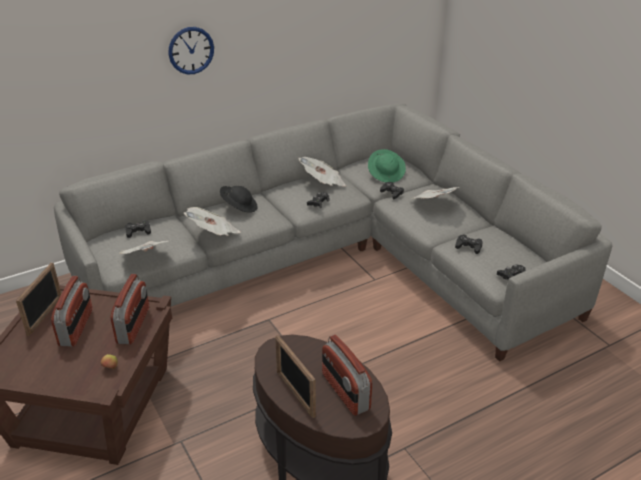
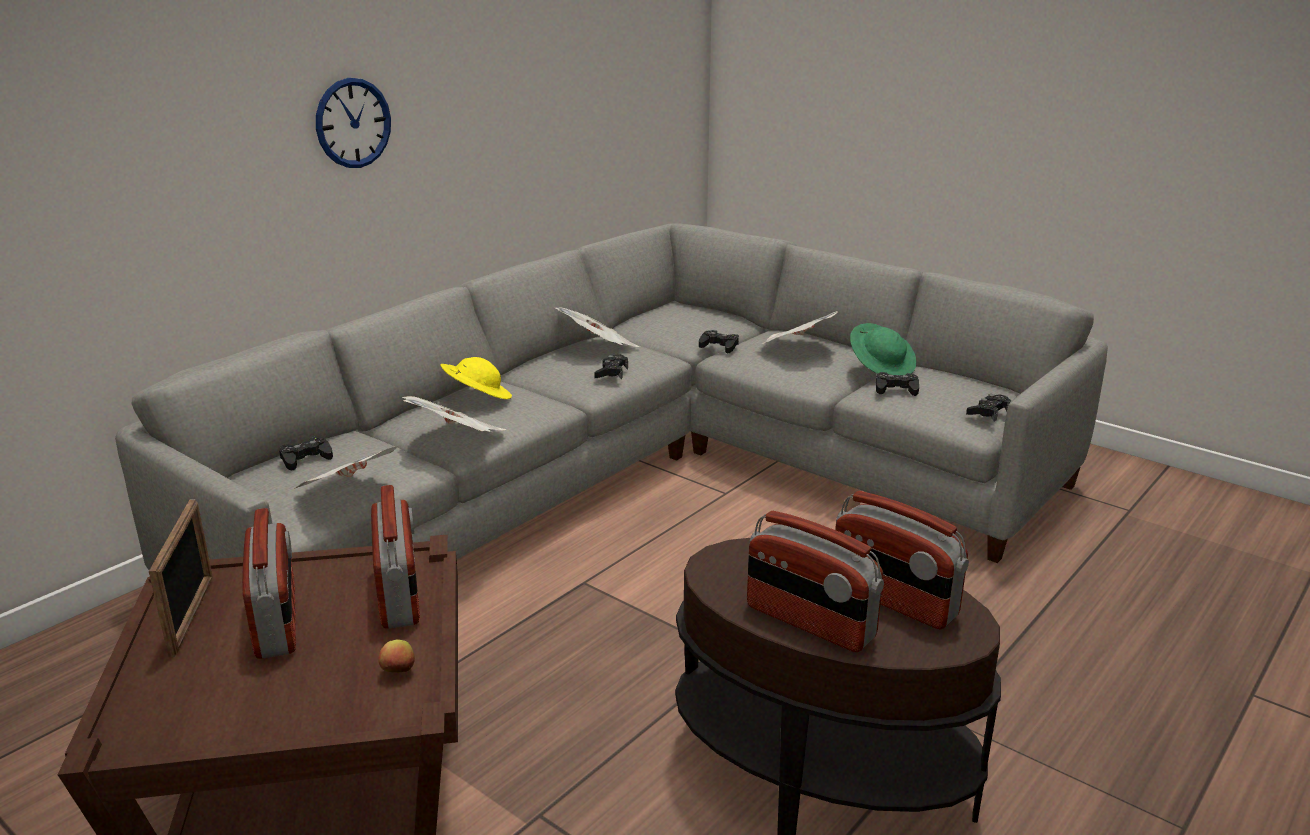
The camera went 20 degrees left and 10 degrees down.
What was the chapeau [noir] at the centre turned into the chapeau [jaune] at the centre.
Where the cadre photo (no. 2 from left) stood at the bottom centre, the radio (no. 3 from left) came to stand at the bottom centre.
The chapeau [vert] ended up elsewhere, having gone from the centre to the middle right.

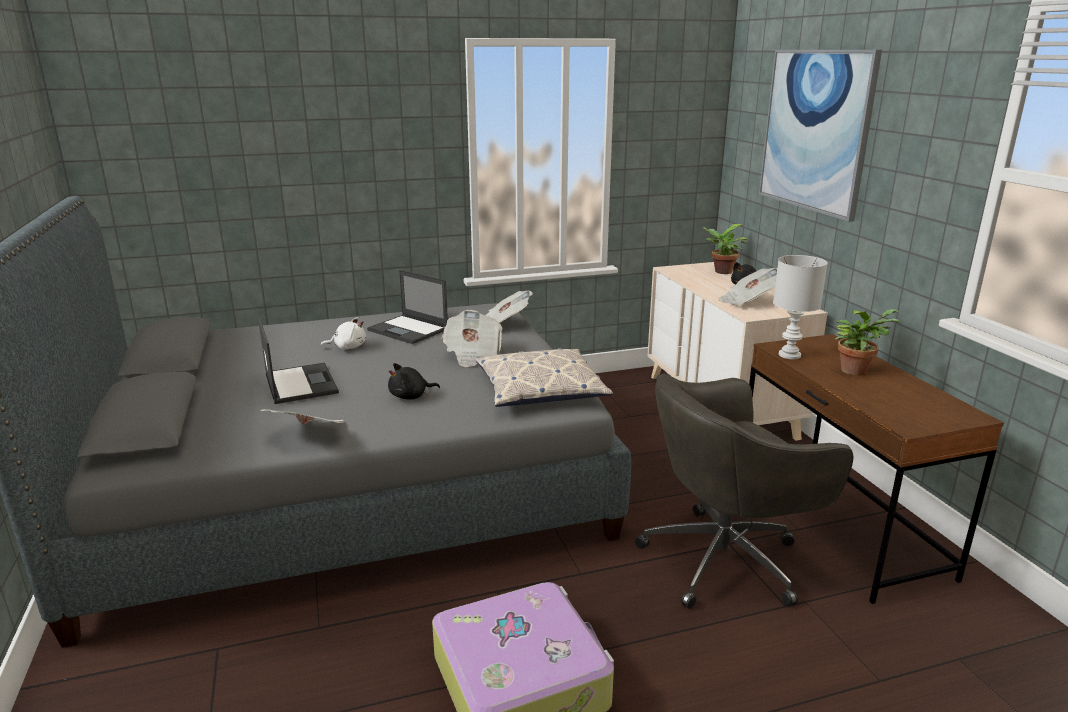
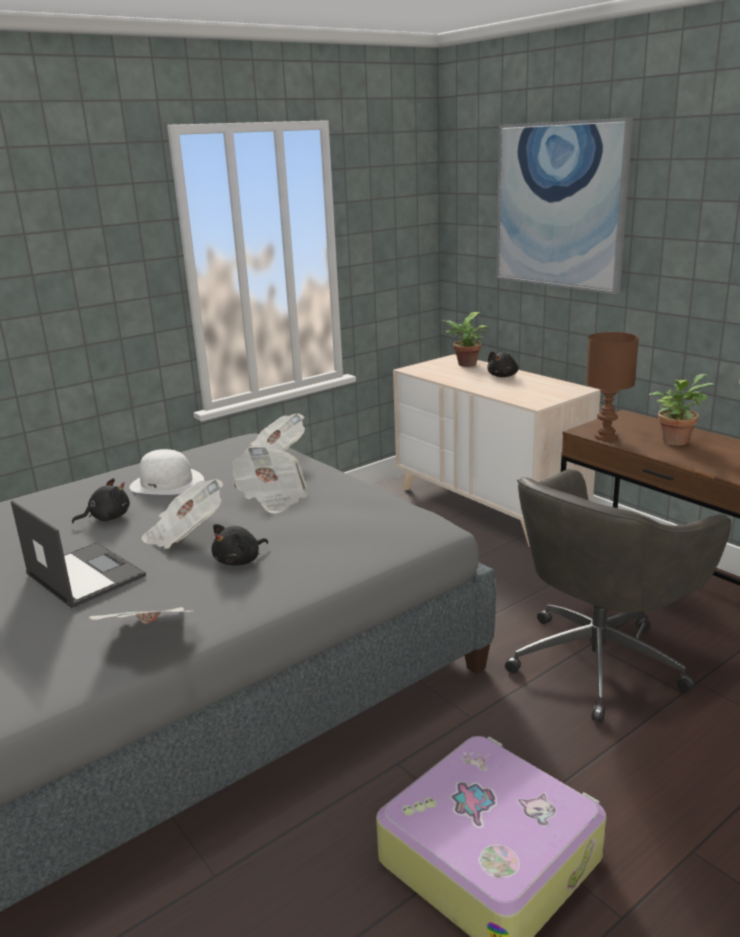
The camera went 20 degrees left and 0 degrees up.
What was the peluche [blanc] at the middle left turned into the peluche [noir] (no. 1 from left) at the middle left.
Where the ordinateur portable (no. 2 from left) stood at the centre, the chapeau [blanc] came to stand at the middle left.
The journal (no. 4 from left in the first image) ended up elsewhere, having gone from the middle right to the middle left.
What was the lampe de table [blanc] at the middle right turned into the lampe de table [marron] at the middle right.
The second view lost the coussin at the centre.

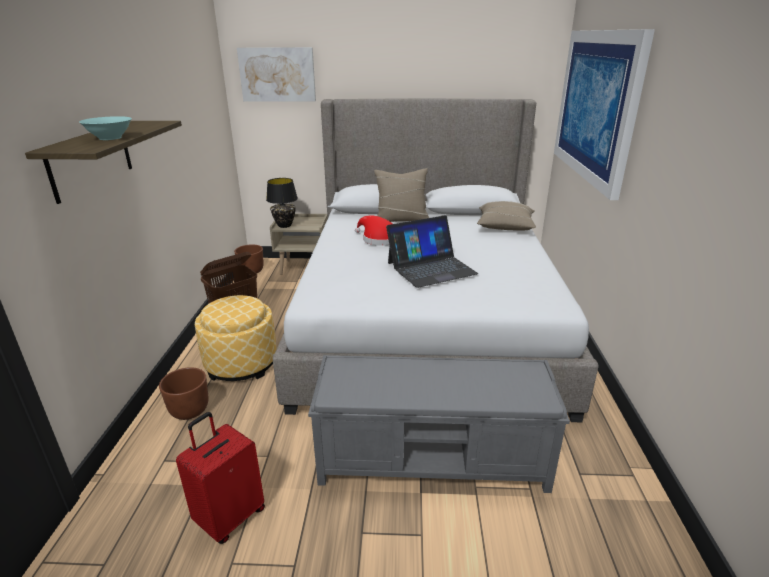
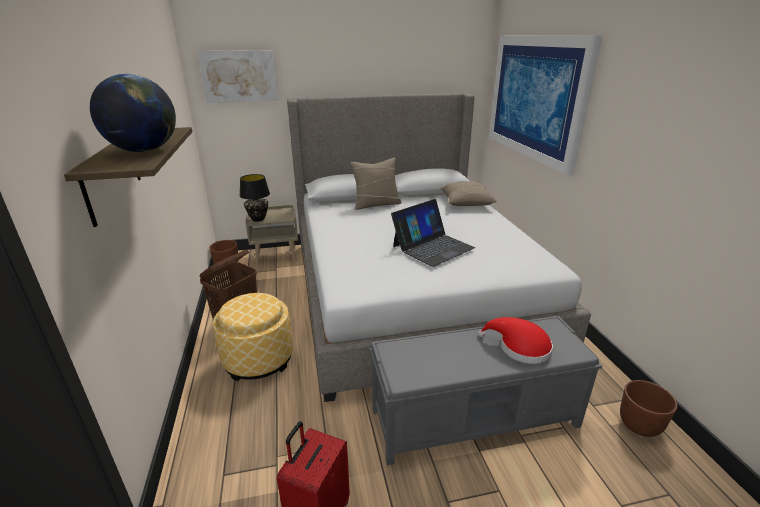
The camera went 15 degrees left and 0 degrees up.
Where the bol [turquoise] stood at the top left, the globe came to stand at the top left.
The chapeau [rouge] ended up elsewhere, having gone from the centre to the bottom right.
The cache-pot [marron] (no. 1 from left in the first image) ended up elsewhere, having gone from the bottom left to the bottom right.

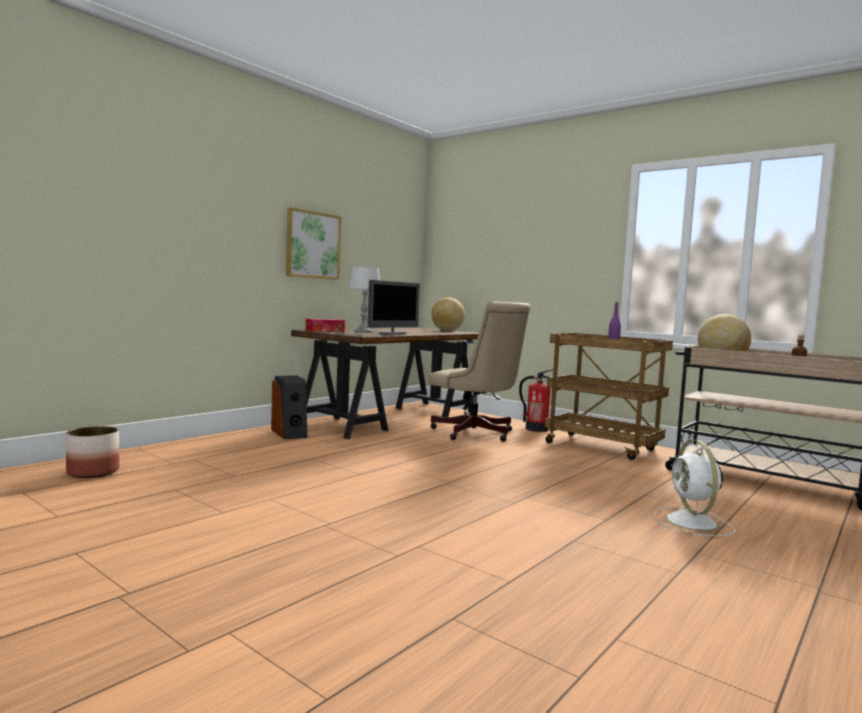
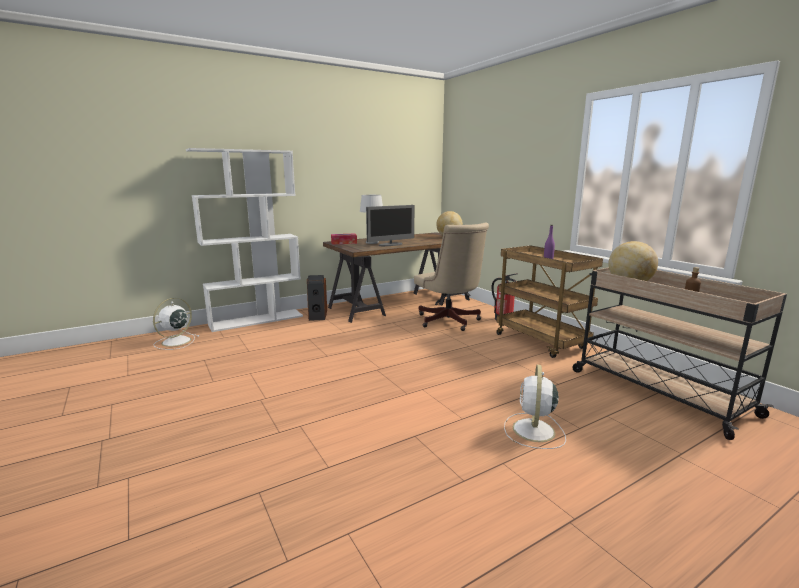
The camera went 20 degrees right and 10 degrees up.
Where the cache-pot stood at the middle left, the ventilateur [blanc] (no. 1 from left) came to stand at the middle left.
The second view gained the bibliothèque [blanc] at the middle left.
The second view lost the tableau at the centre.

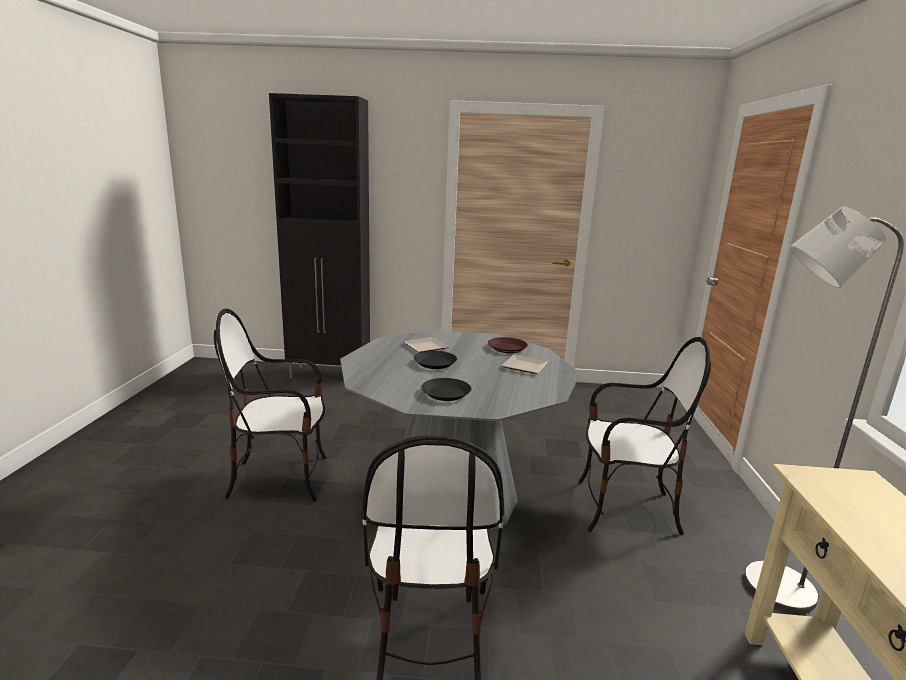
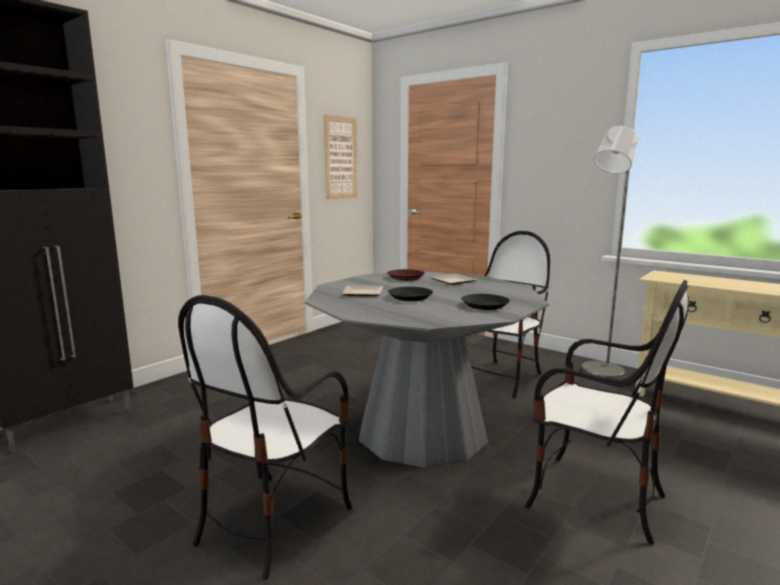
The camera went 55 degrees left and 5 degrees down.
The second view gained the tableau at the top centre.

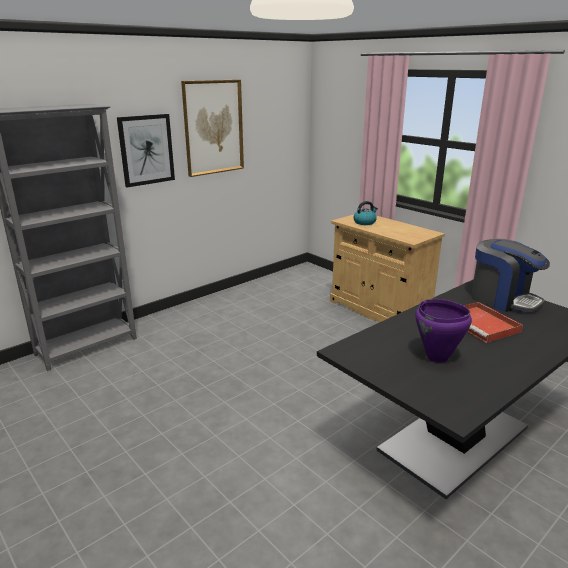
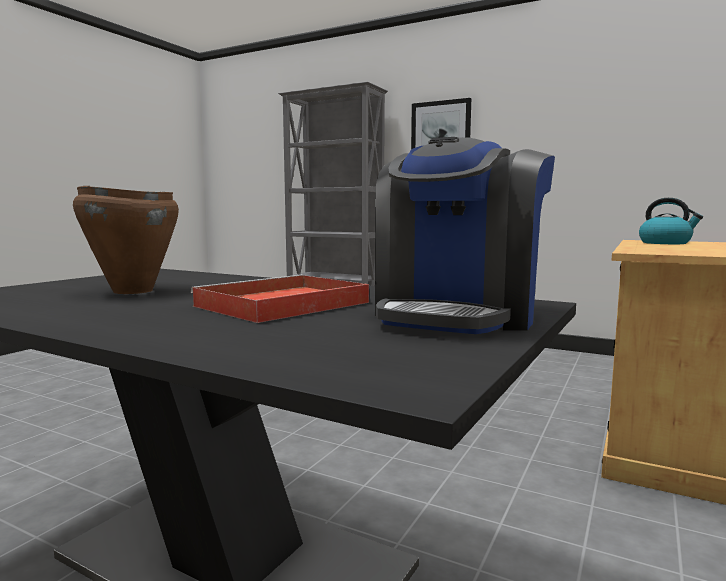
The camera went 70 degrees right and 15 degrees down.
What was the marmite [violet] at the middle right turned into the marmite [marron] at the middle left.
The second view lost the tableau (no. 2 from left) at the top centre.

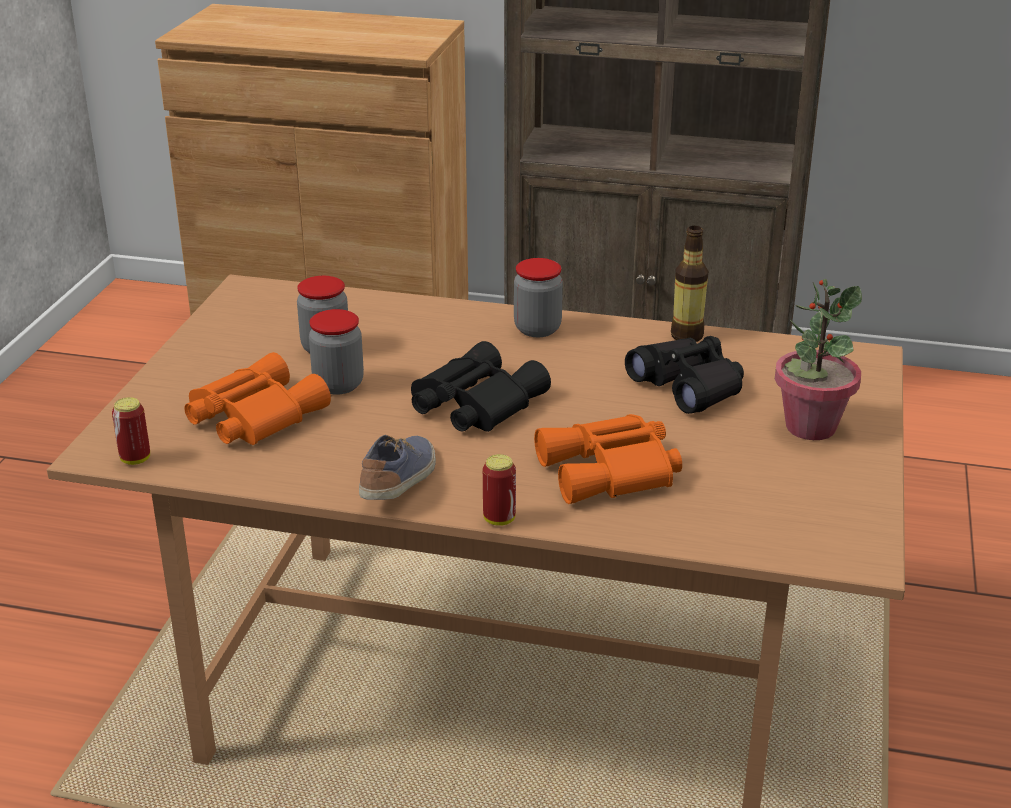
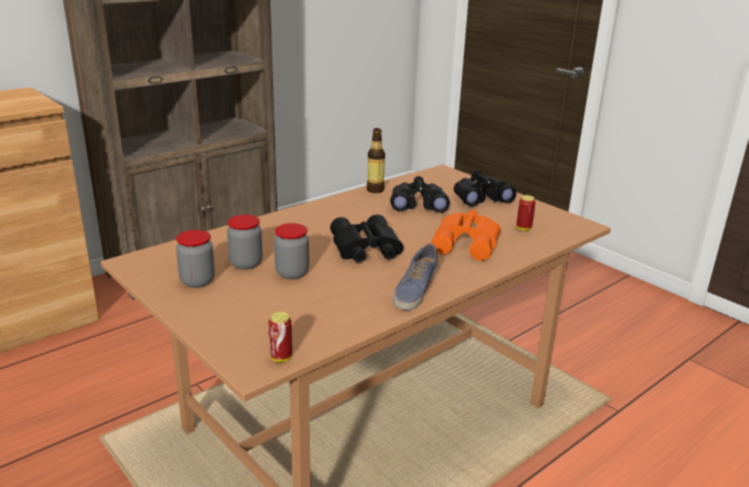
The camera went 55 degrees left and 5 degrees down.
The bocal (no. 3 from left in the first image) ended up elsewhere, having gone from the centre to the middle left.
The chaussure at the centre ended up facing another way, 120 degrees counterclockwise from before.
Where the plante en pot stood at the middle right, the jumelles [noir] (no. 3 from left) came to stand at the centre.
The boîte métallique (no. 2 from left) ended up elsewhere, having gone from the centre to the middle right.
The second view lost the jumelles [orange] (no. 1 from left) at the middle left.

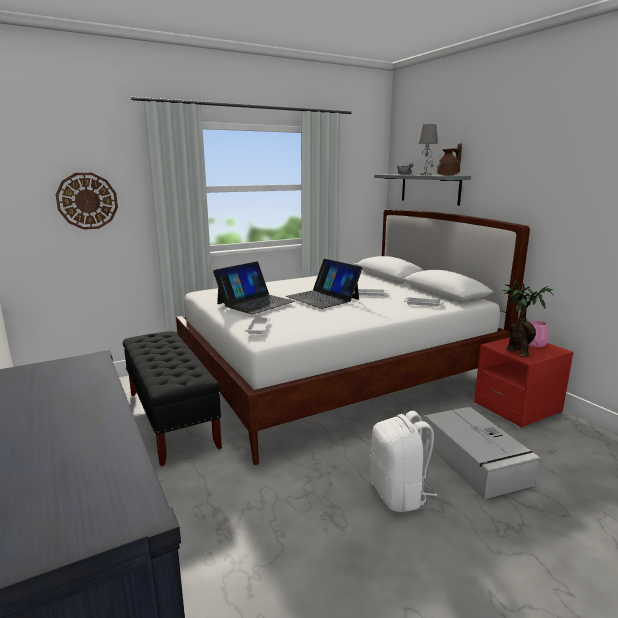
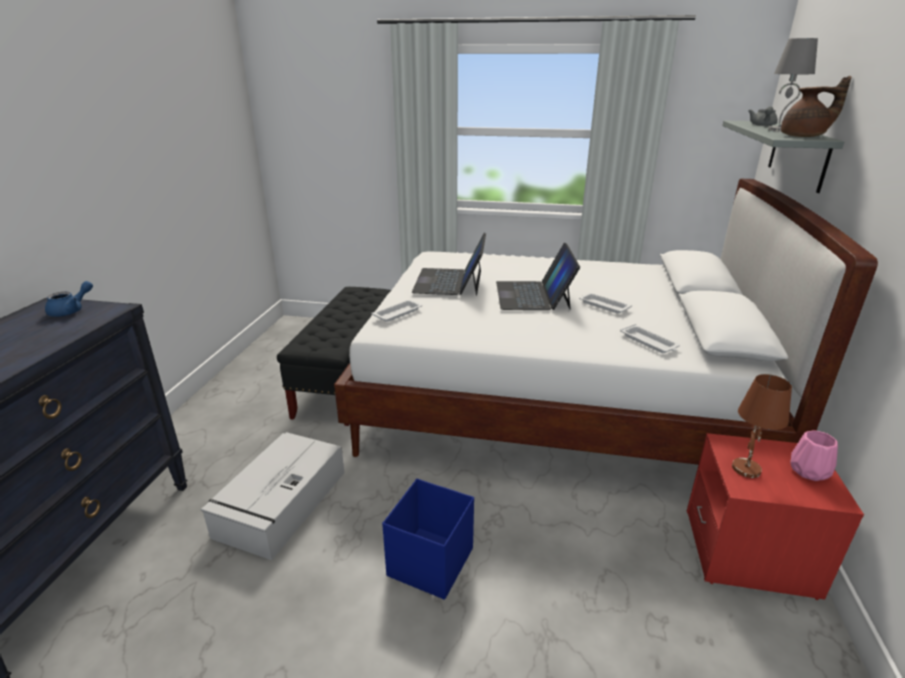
The camera went 40 degrees right and 10 degrees up.
The second view gained the théière [bleu] at the middle left.
The boîte de rangement [gris] ended up elsewhere, having gone from the bottom right to the bottom left.
Where the sac à dos [blanc] stood at the bottom centre, the boîte de rangement [bleu] came to stand at the bottom centre.
The ordinateur portable (no. 1 from left) at the centre ended up facing another way, 105 degrees clockwise from before.
Where the plante en pot stood at the middle right, the lampe de table [marron] came to stand at the middle right.
The second view lost the horloge murale at the top left.

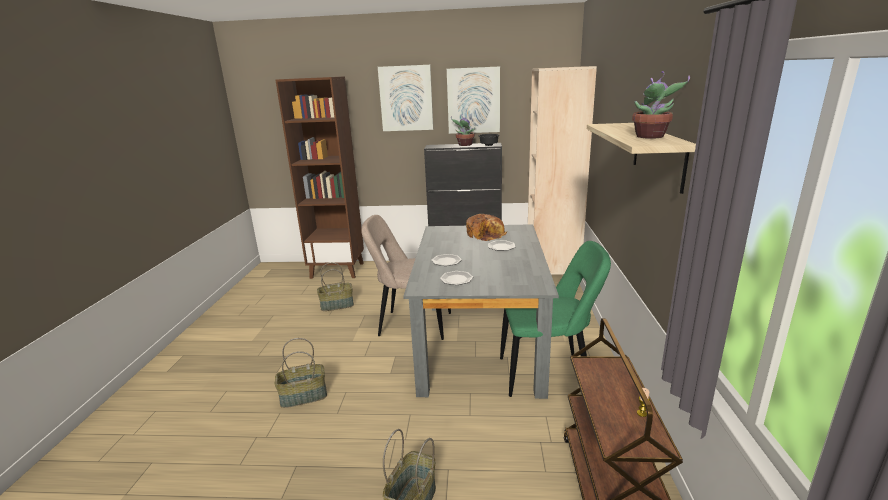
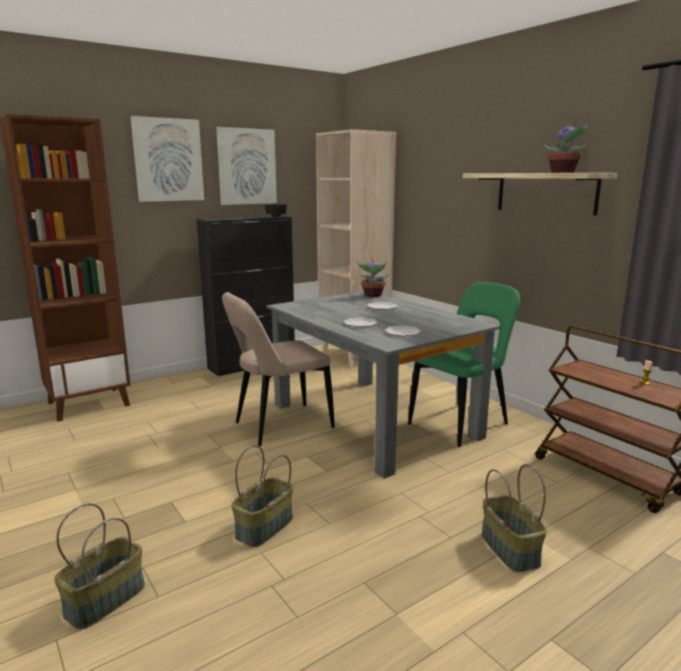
The camera went 40 degrees left and 5 degrees down.
The panier (no. 2 from left in the first image) ended up elsewhere, having gone from the centre to the bottom left.
The plante en pot (no. 1 from left) ended up elsewhere, having gone from the top centre to the centre.
The second view lost the pain at the centre.

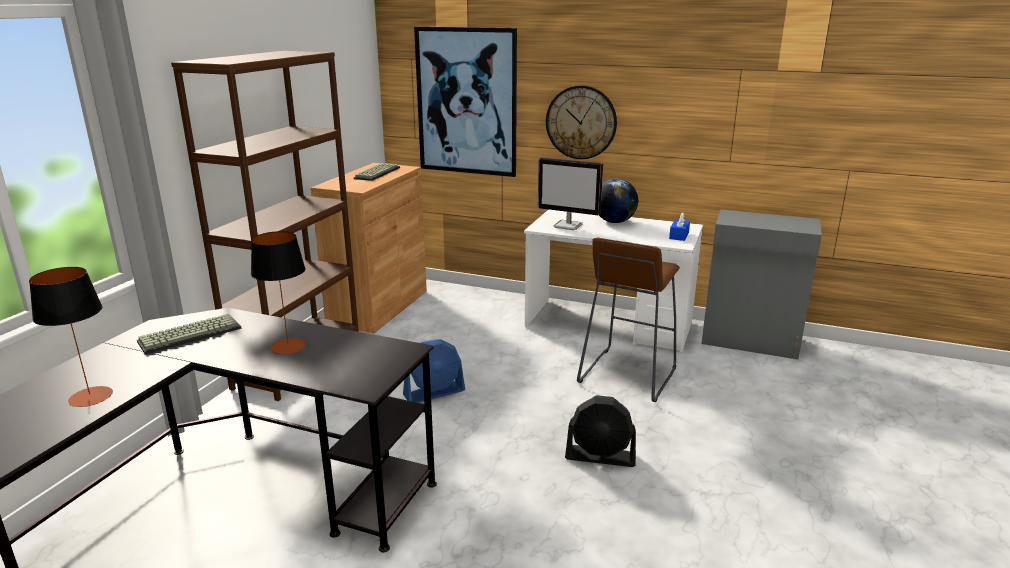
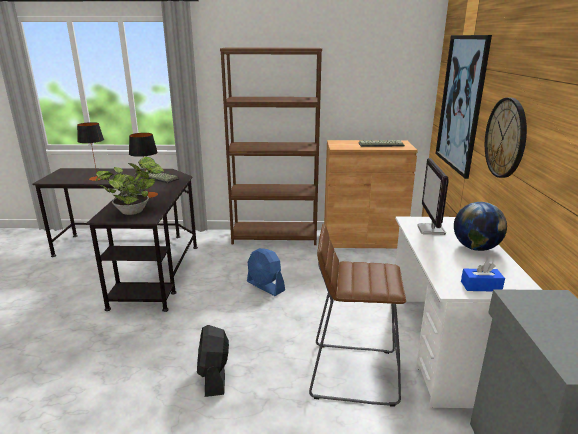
The camera went 70 degrees right and 0 degrees up.
The second view gained the plante en pot at the middle left.

